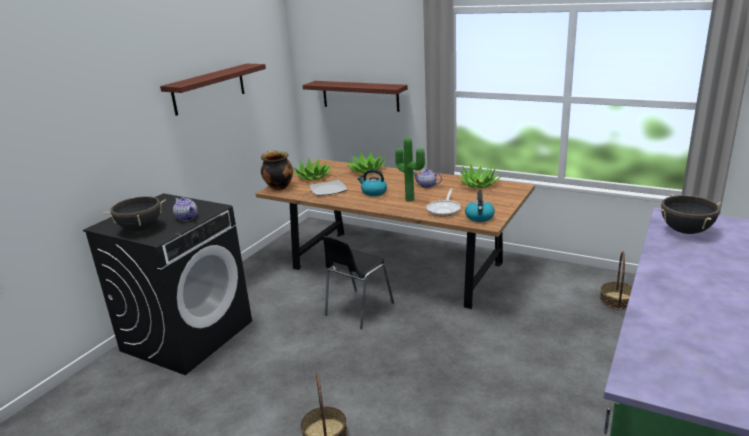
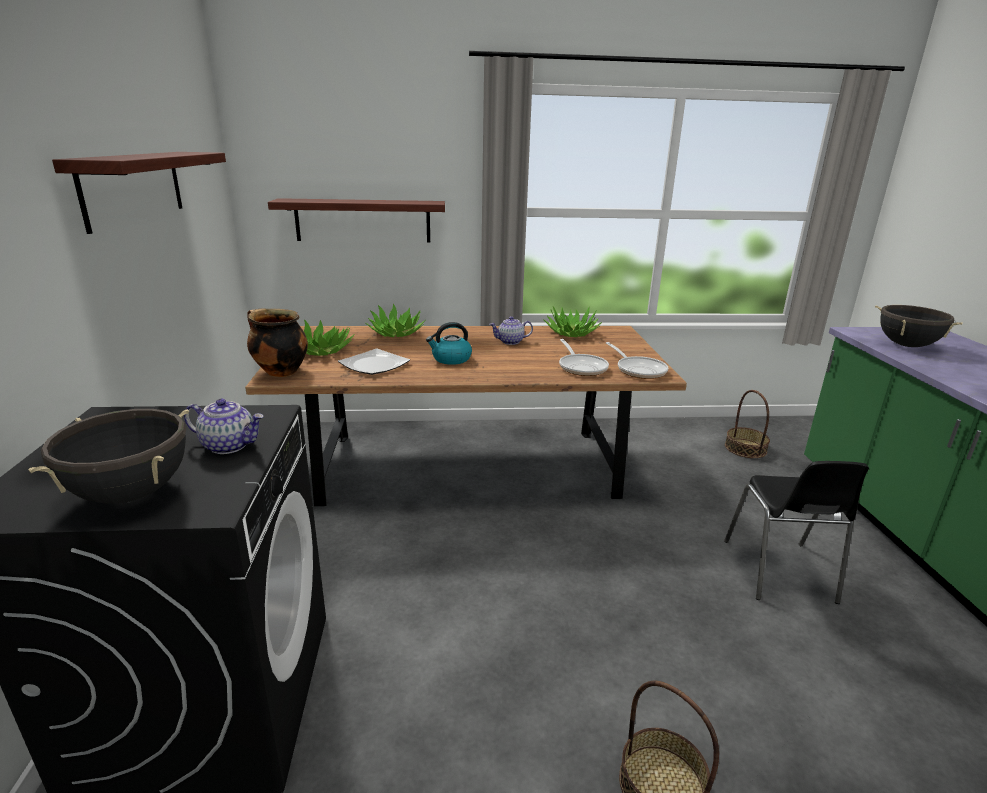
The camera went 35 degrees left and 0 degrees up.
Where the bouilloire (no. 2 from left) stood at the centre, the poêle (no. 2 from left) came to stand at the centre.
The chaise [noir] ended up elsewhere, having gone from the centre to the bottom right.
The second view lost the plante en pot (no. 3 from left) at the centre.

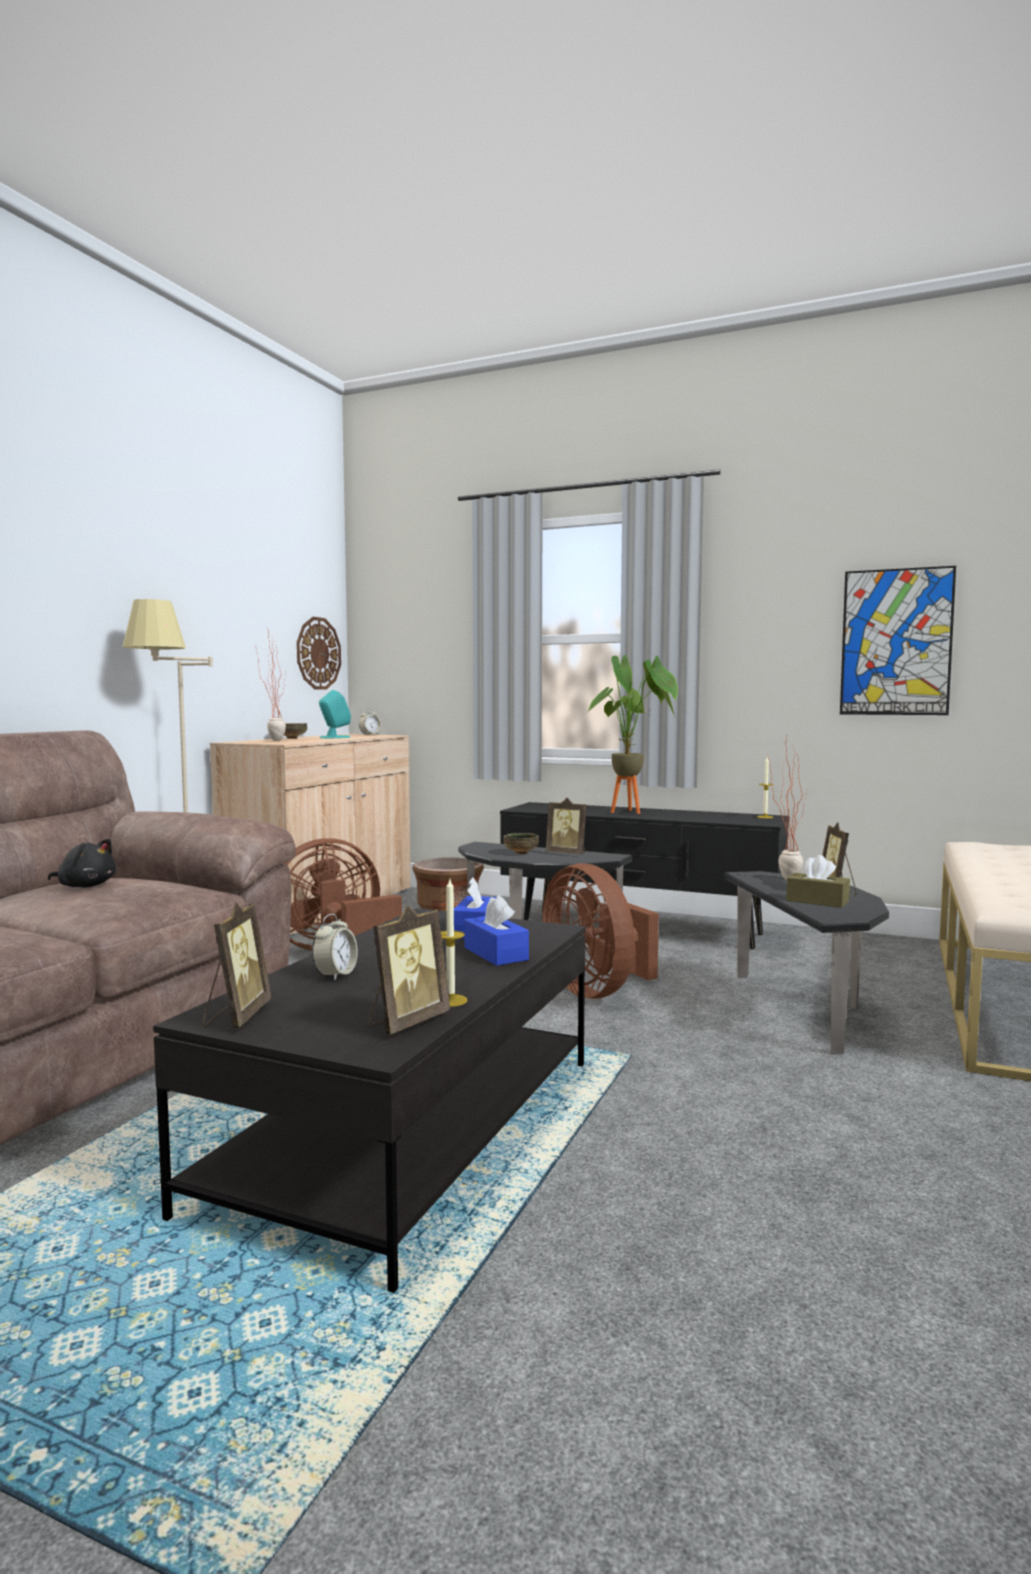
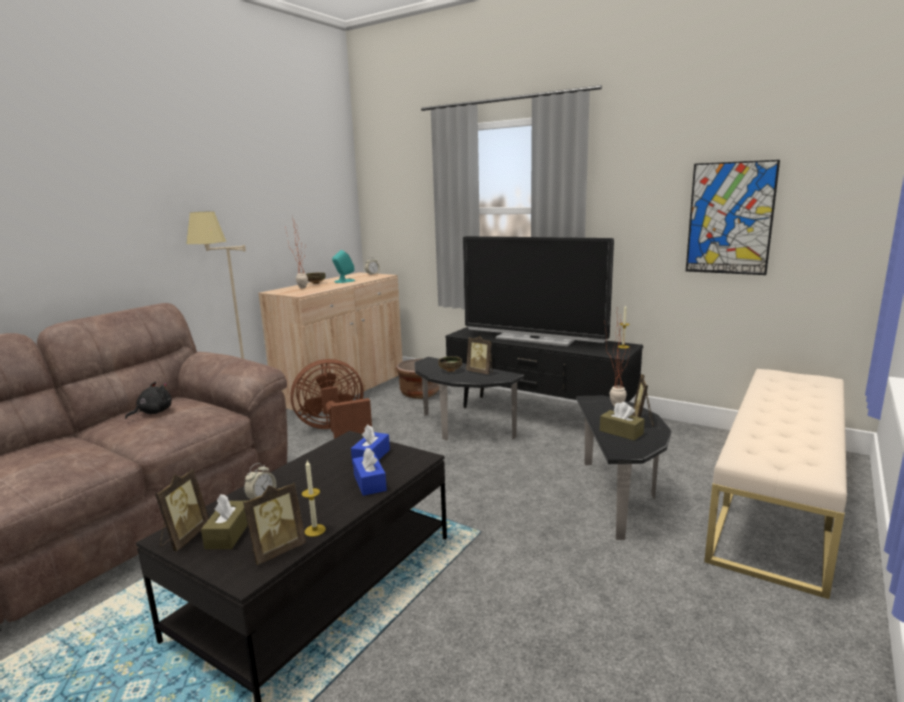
The camera went 10 degrees right and 10 degrees up.
The peluche [noir] at the middle left ended up facing another way, 75 degrees counterclockwise from before.
The second view gained the boîte à mouchoirs [marron] (no. 1 from left) at the bottom left.
Where the plante en pot (no. 2 from left) stood at the centre, the téléviseur came to stand at the centre.
The second view lost the horloge murale at the middle left.
The second view lost the ventilateur [marron] (no. 2 from left) at the centre.

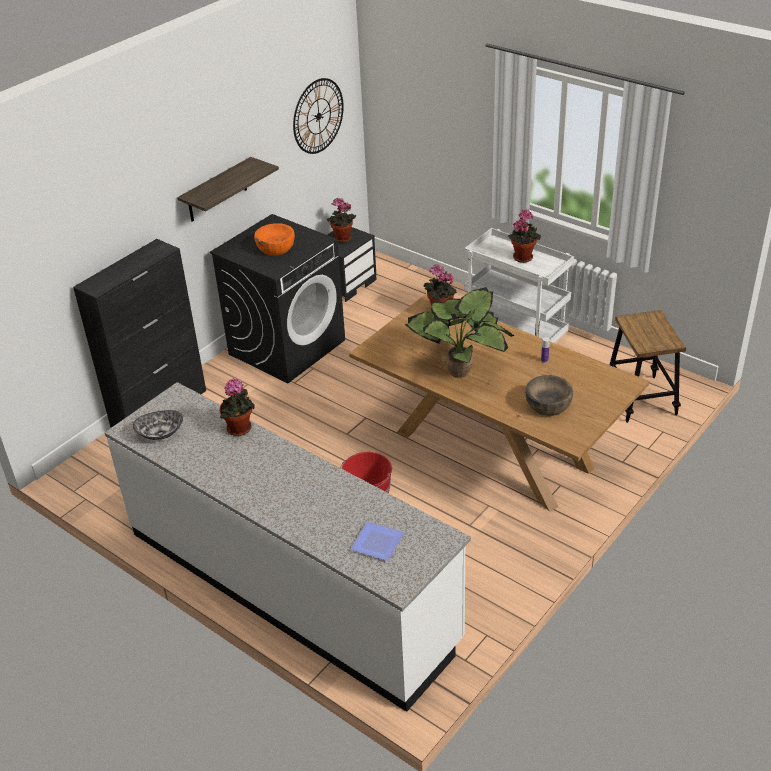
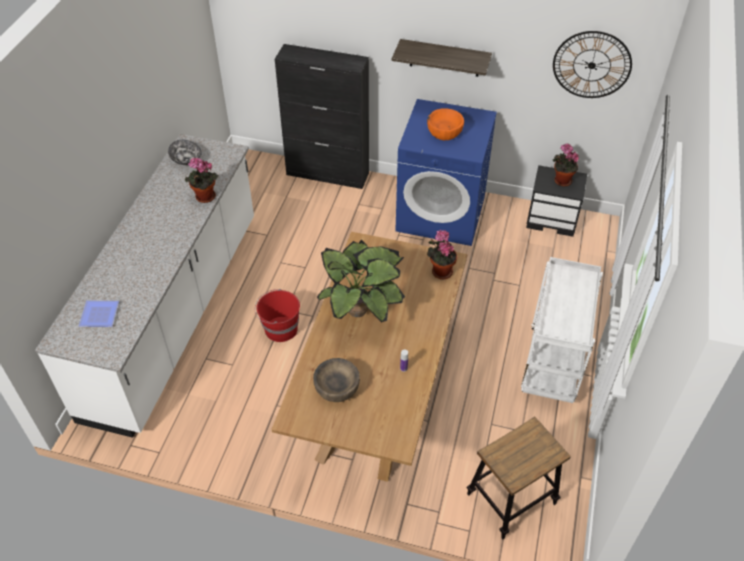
The camera went 65 degrees right and 10 degrees up.
What was the lave-linge [noir] at the centre turned into the lave-linge [bleu] at the top centre.
The second view lost the plante en pot (no. 5 from left) at the top right.

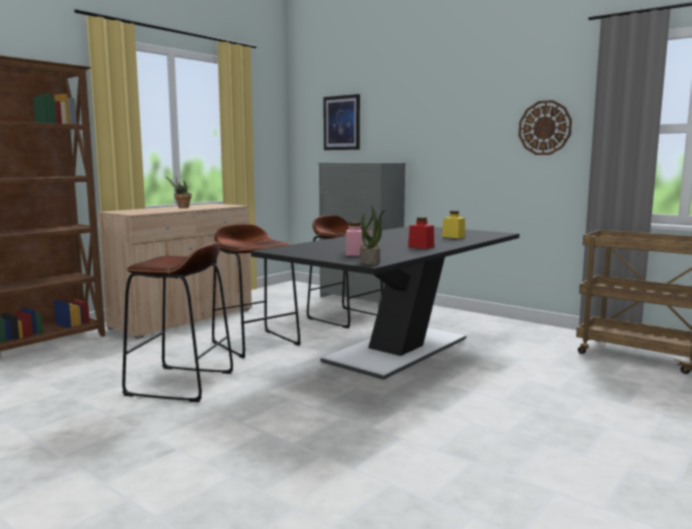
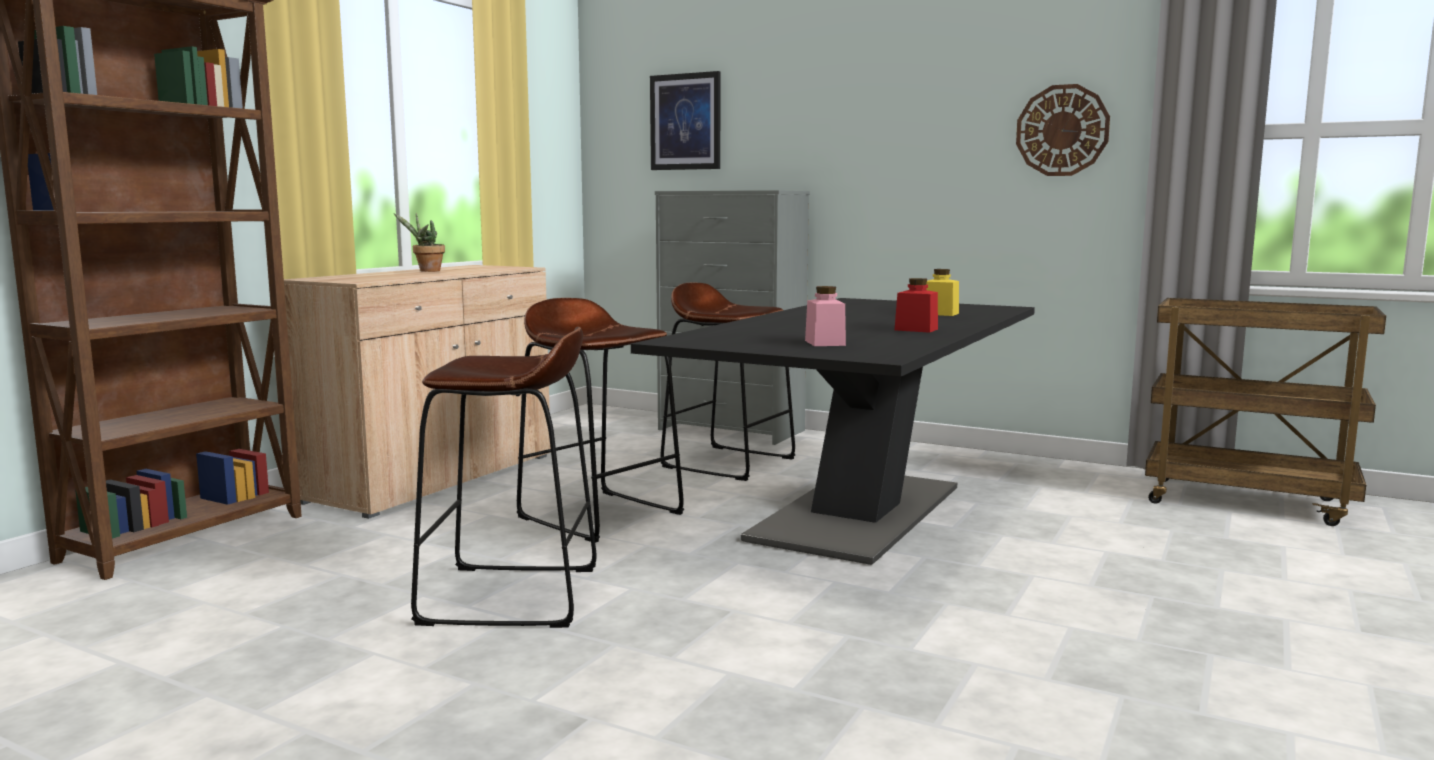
The camera went 10 degrees left and 0 degrees up.
The second view lost the plante en pot (no. 2 from left) at the centre.

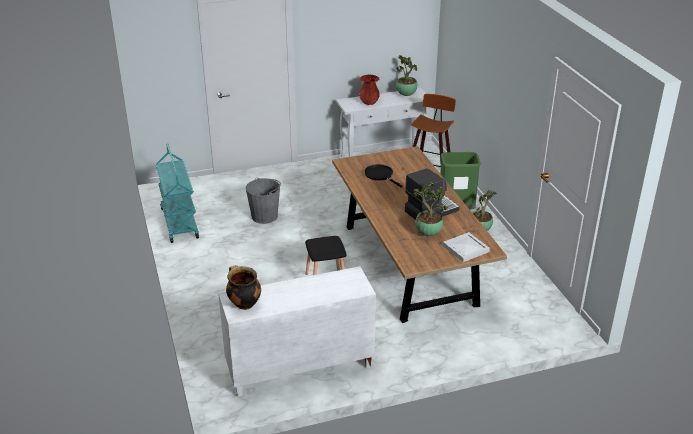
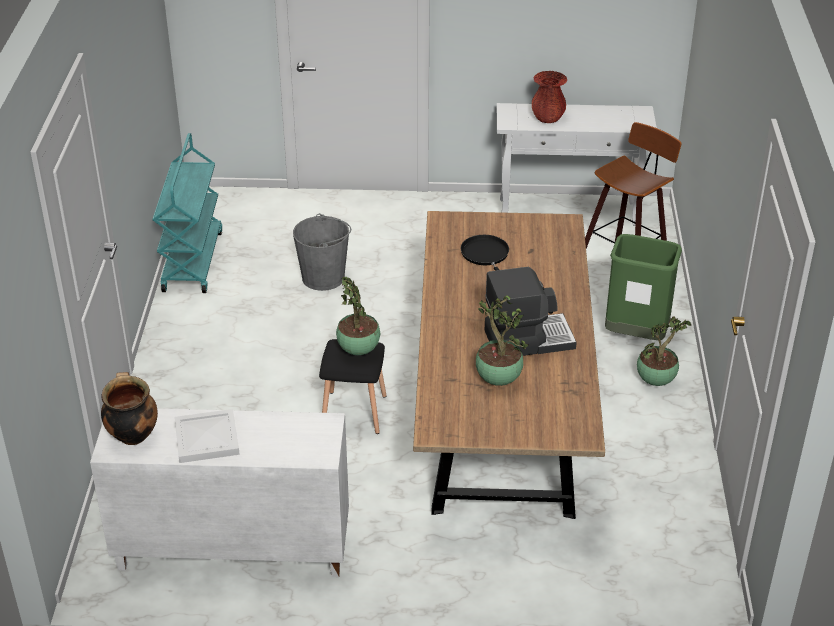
The camera went 20 degrees right and 5 degrees up.
The plateau [blanc] ended up elsewhere, having gone from the middle right to the bottom left.
The plante en pot (no. 1 from left) ended up elsewhere, having gone from the top centre to the centre.

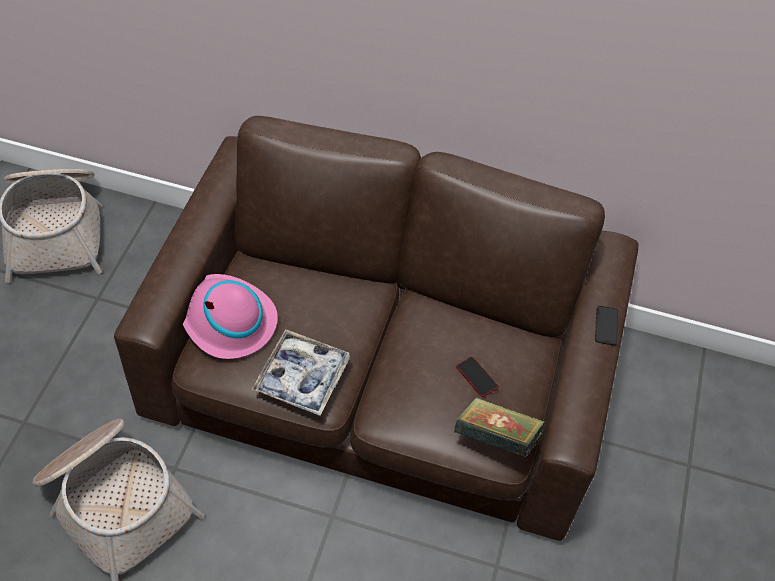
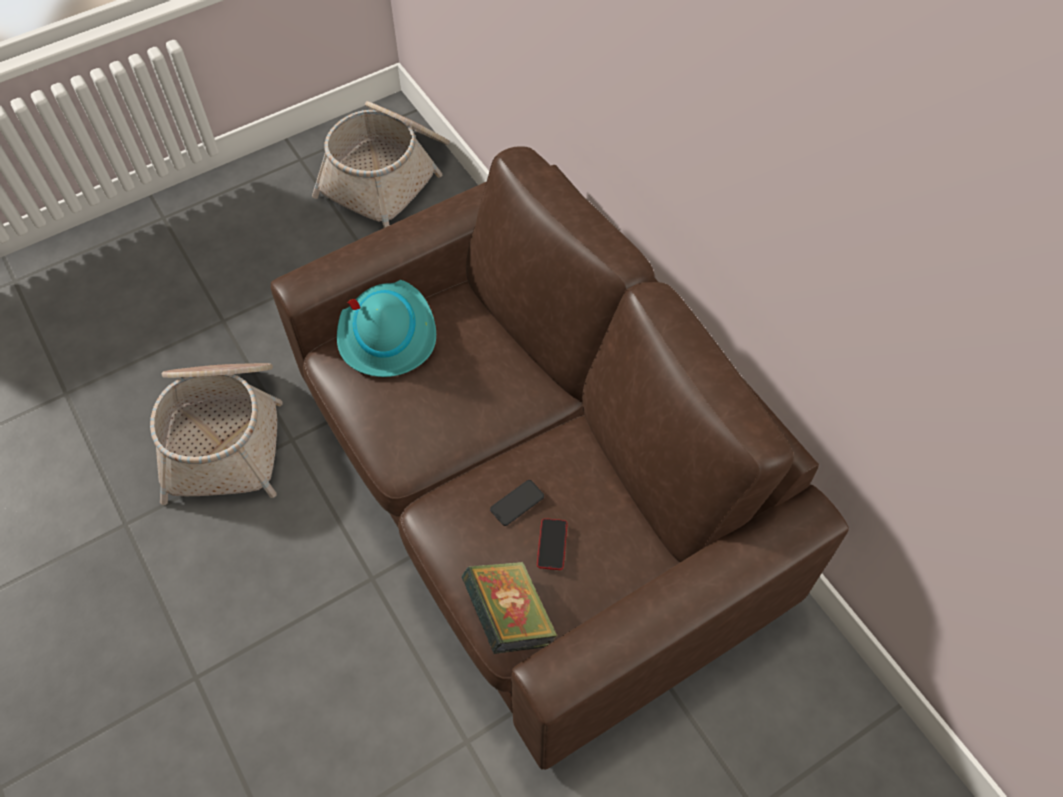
The camera went 45 degrees right and 5 degrees up.
What was the chapeau [rose] at the middle left turned into the chapeau [turquoise] at the centre.
The téléphone (no. 2 from left in the first image) ended up elsewhere, having gone from the middle right to the centre.
The second view lost the plateau at the centre.

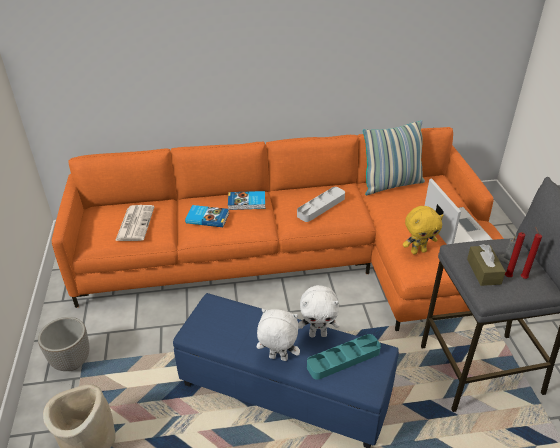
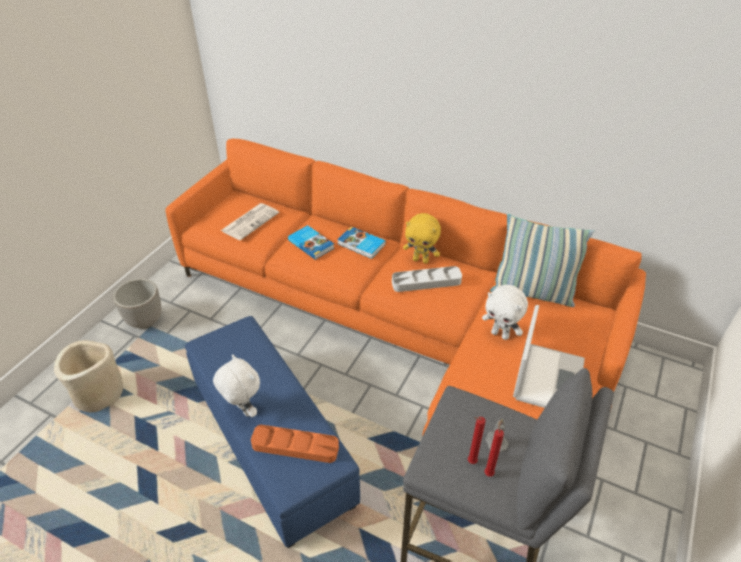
The camera went 35 degrees right and 5 degrees up.
What was the plateau [turquoise] at the bottom centre turned into the plateau [orange] at the bottom centre.
The peluche [jaune] ended up elsewhere, having gone from the middle right to the centre.
The peluche [blanc] (no. 2 from left) ended up elsewhere, having gone from the bottom centre to the middle right.
The second view lost the boîte à mouchoirs [marron] at the middle right.

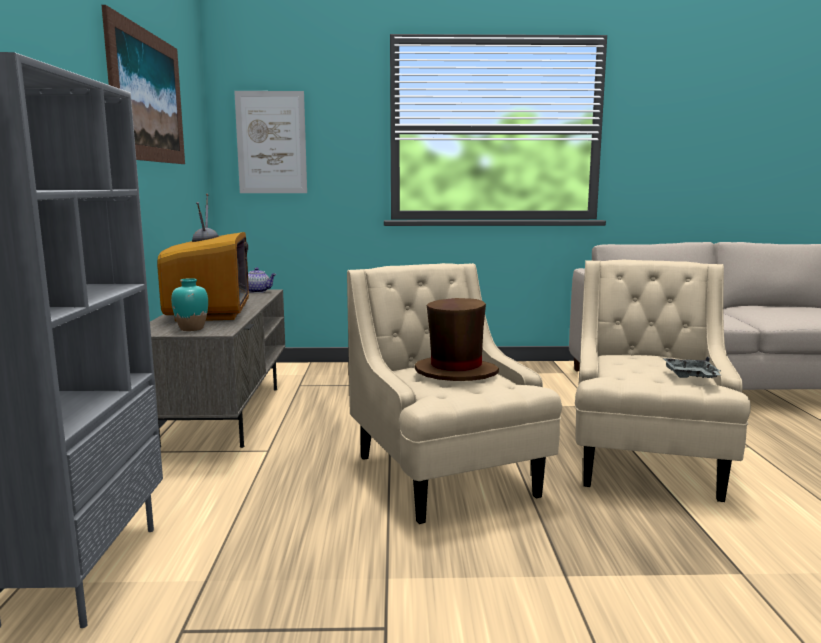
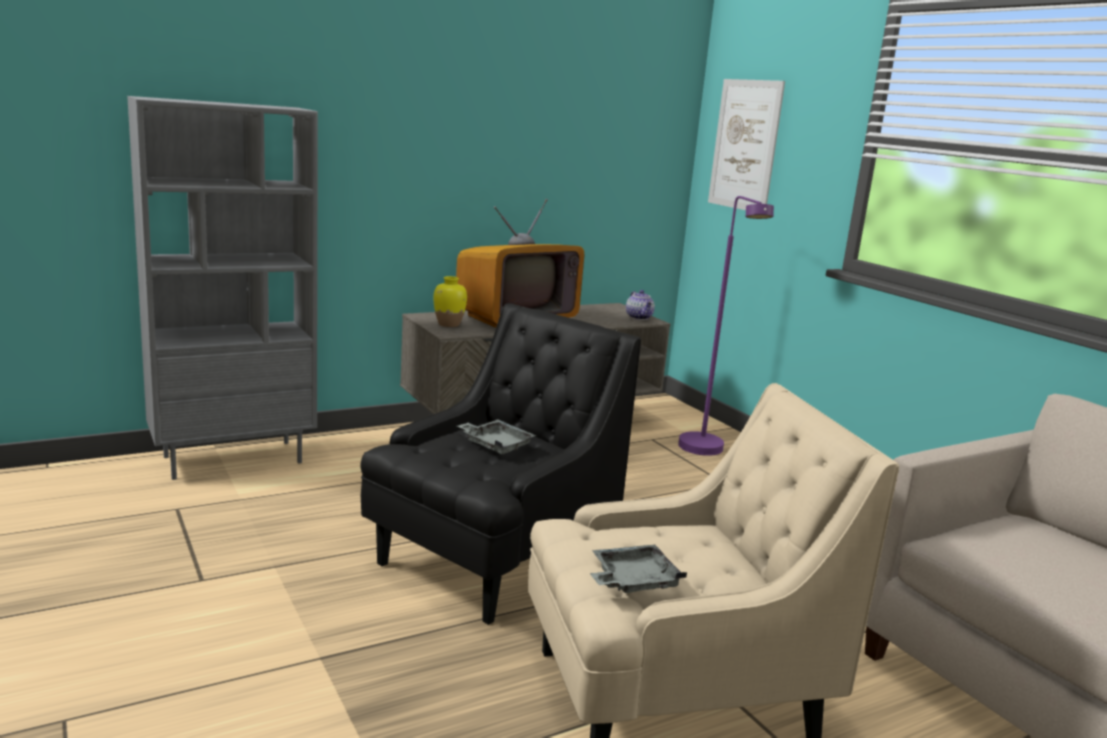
The camera went 60 degrees right and 5 degrees up.
What was the fauteuil [beige] (no. 1 from left) at the centre turned into the fauteuil [noir] at the centre.
What was the vase [turquoise] at the middle left turned into the vase [jaune] at the centre.
Where the chapeau [marron] stood at the centre, the plateau [gris] (no. 1 from left) came to stand at the centre.
The second view gained the lampadaire [violet] at the centre.
The second view lost the tableau (no. 1 from left) at the top left.

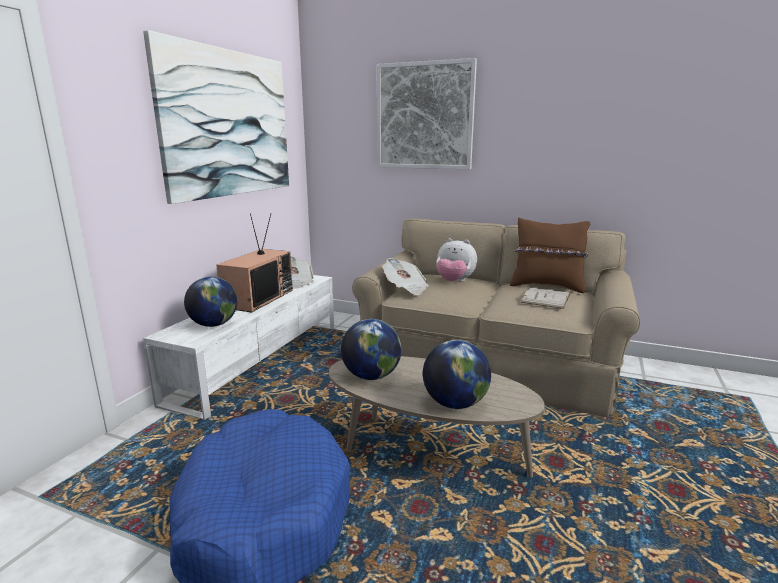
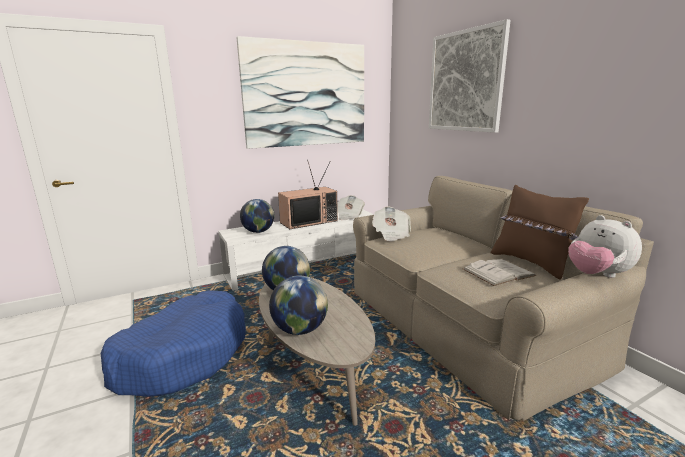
The camera went 40 degrees right and 0 degrees up.
The peluche ended up elsewhere, having gone from the centre to the middle right.

